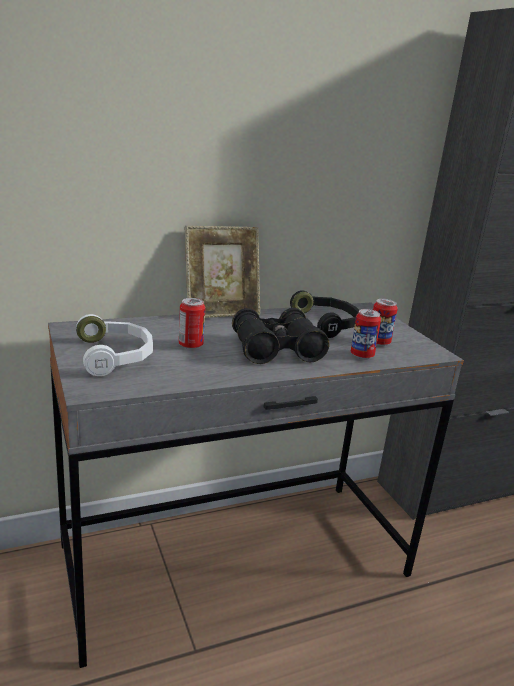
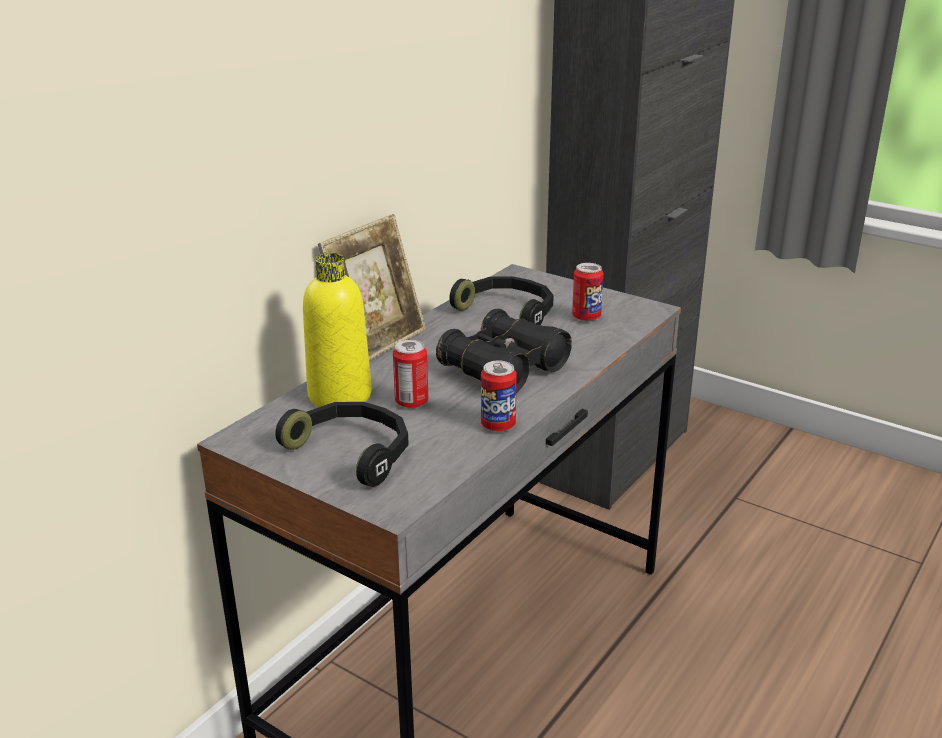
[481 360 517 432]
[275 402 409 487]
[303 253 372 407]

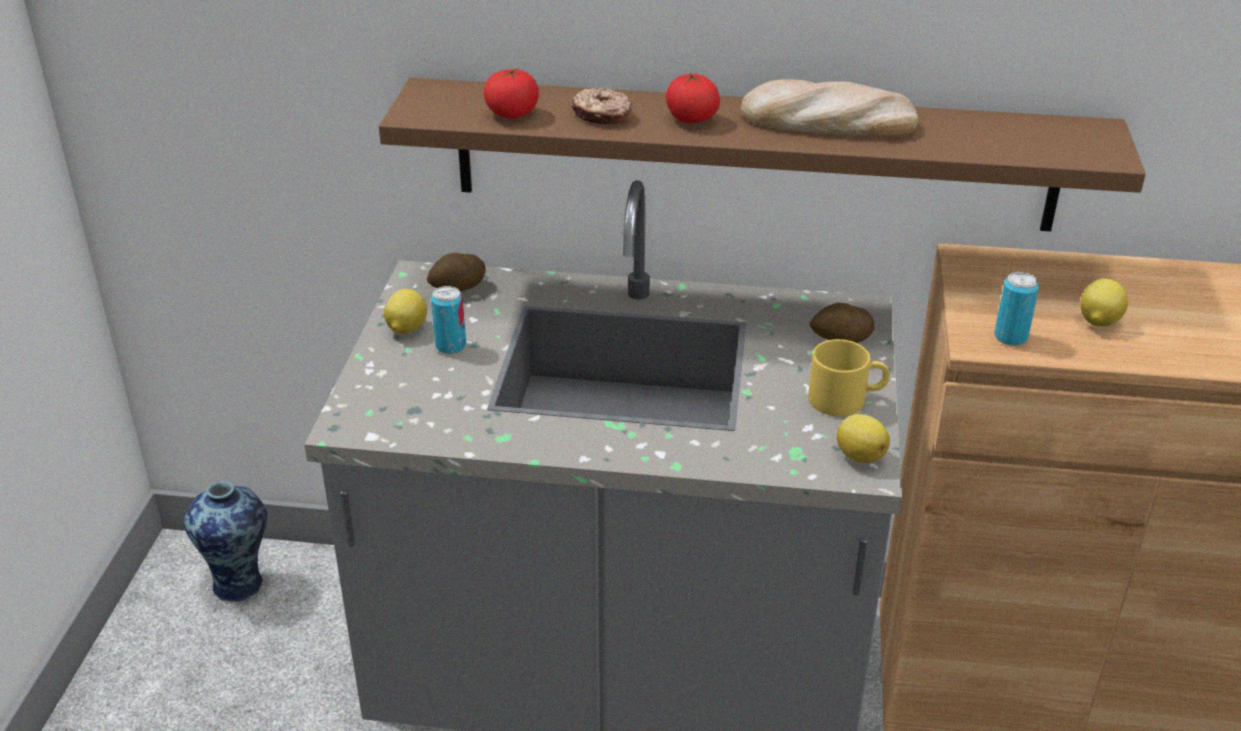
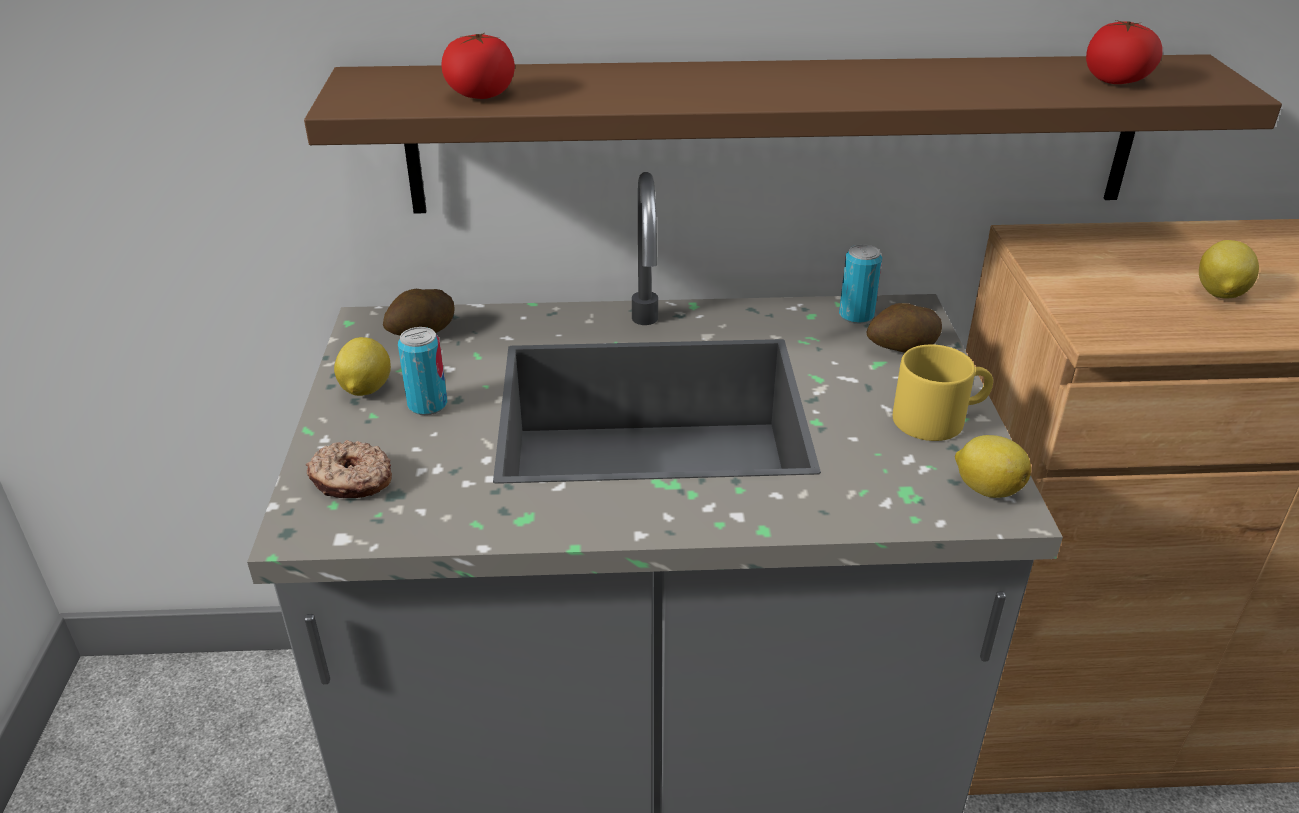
[1086 20 1163 84]
[740 79 918 138] (first image)
[306 440 392 498]
[839 244 882 324]
[184 481 267 604] (first image)

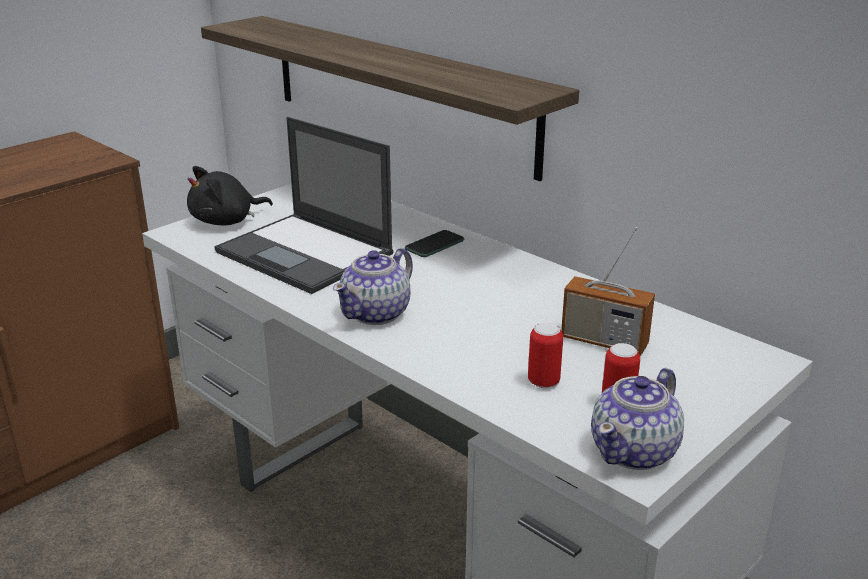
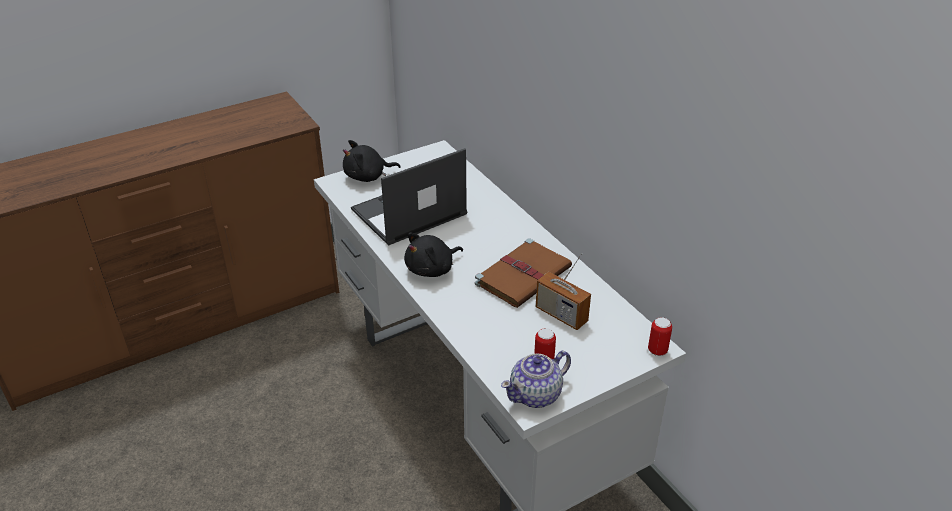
[201 16 579 181] (first image)
[351 148 467 246]
[405 230 464 257] (first image)
[404 233 463 277]
[648 317 672 356]
[475 238 572 308]

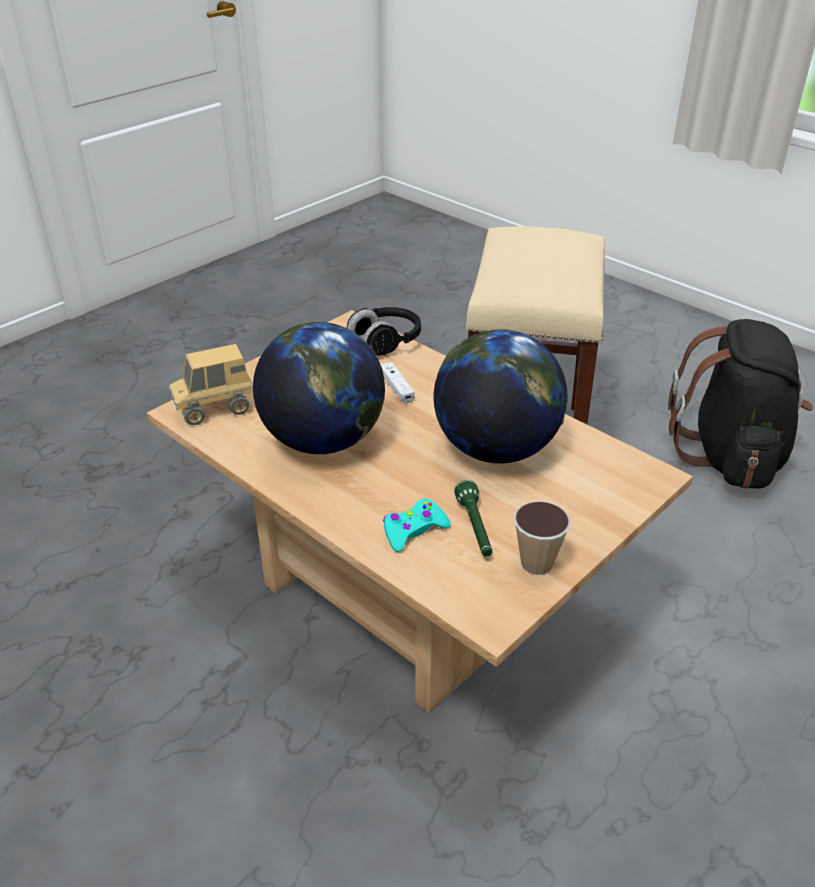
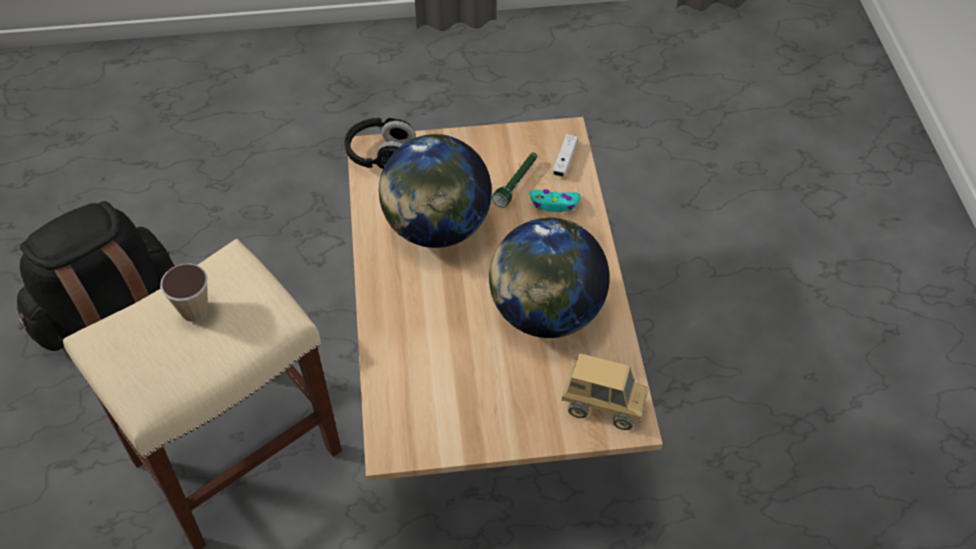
[345 118 416 169]
[552 134 578 177]
[160 263 208 322]

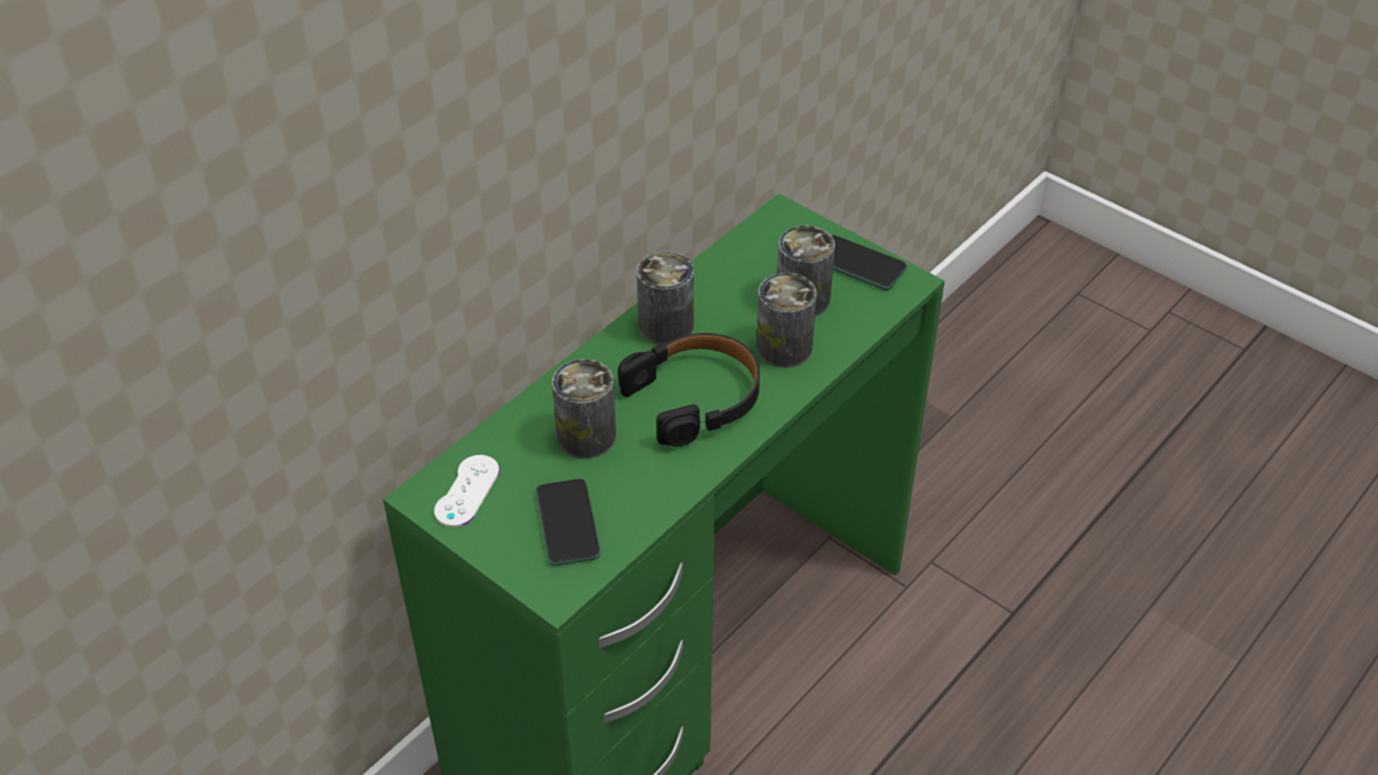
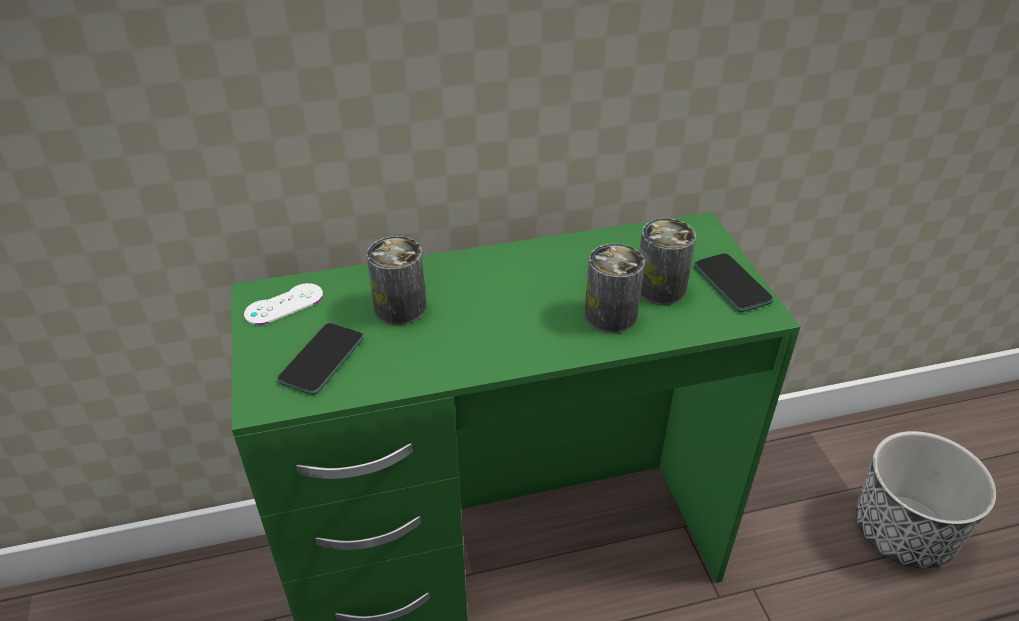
[637 251 694 344] (first image)
[618 333 760 447] (first image)
[856 431 996 568]

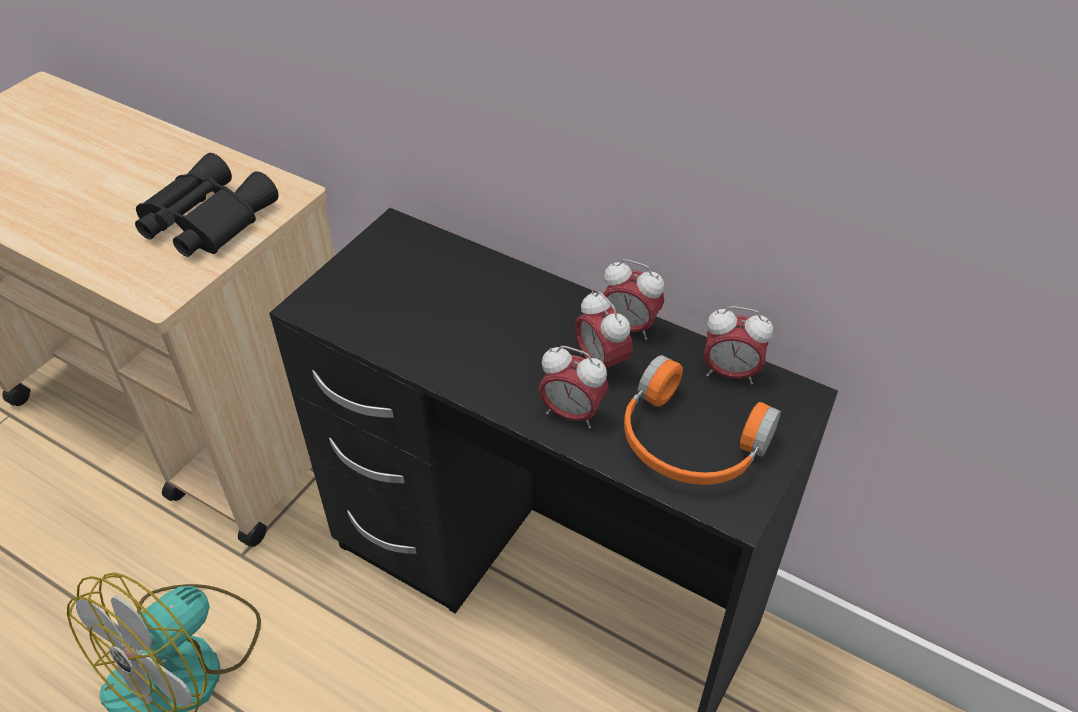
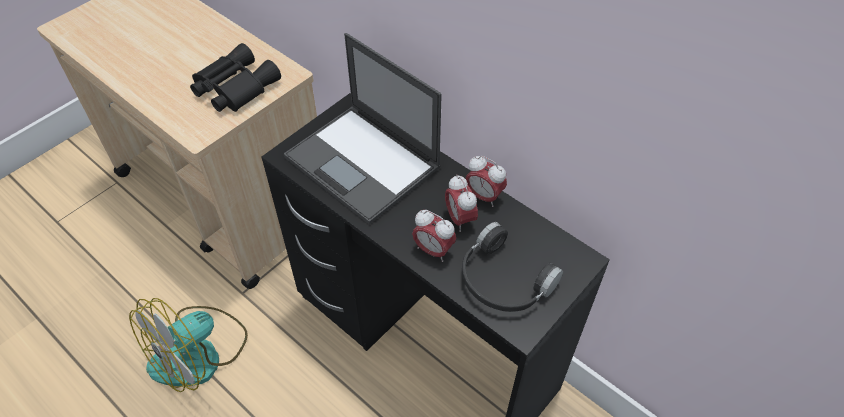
[704 306 773 385] (first image)
[462 222 563 312]
[284 33 442 224]

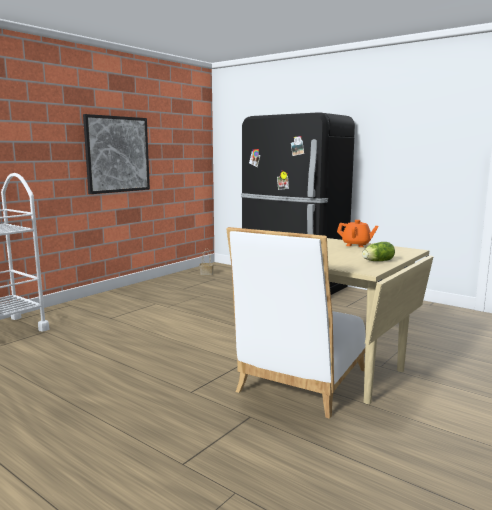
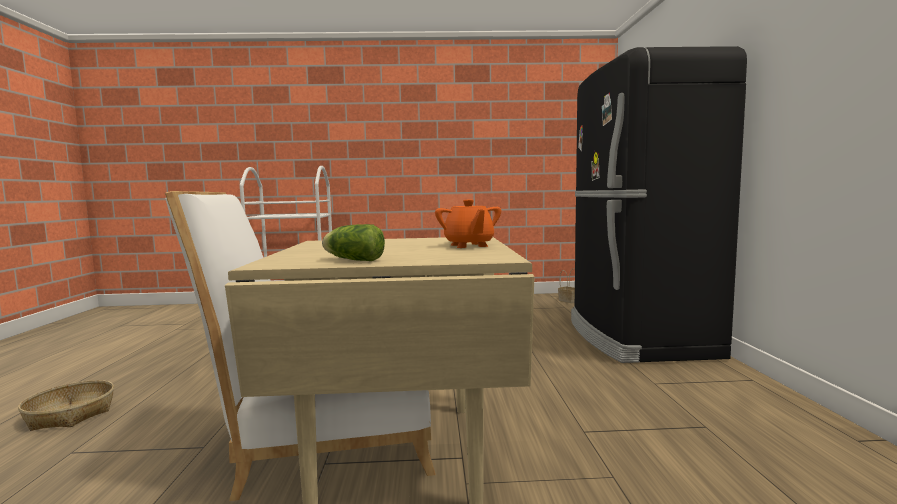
[83 114 150 194] (first image)
[18 380 114 431]

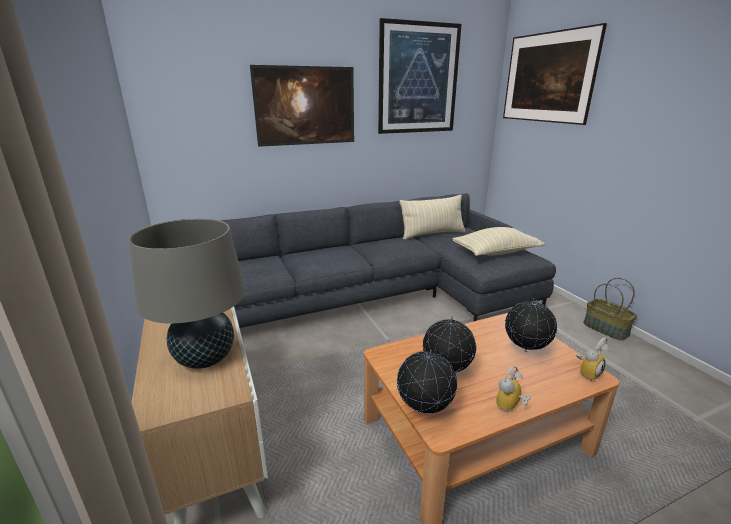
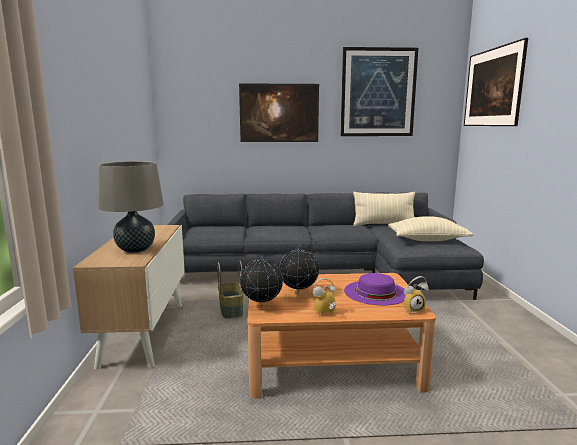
[217 260 244 318]
[344 273 406 305]

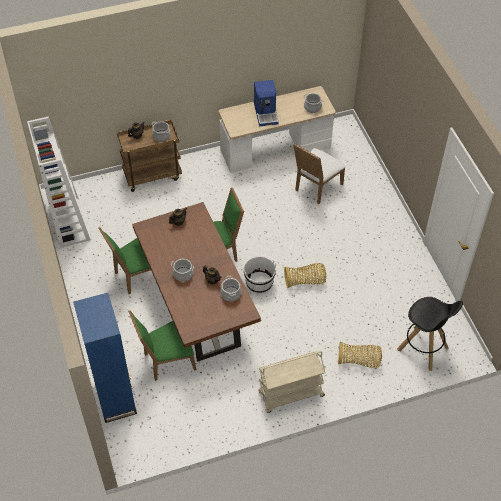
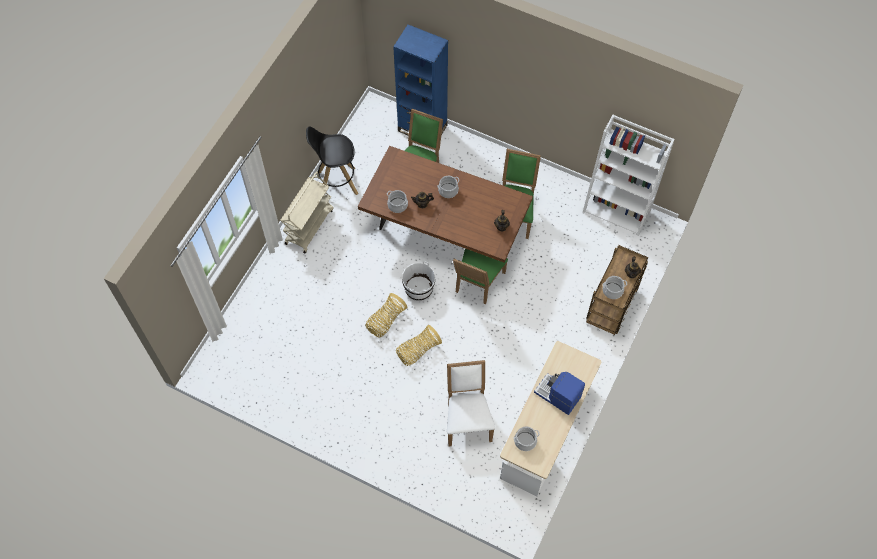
[306 126 358 195]
[396 325 442 366]

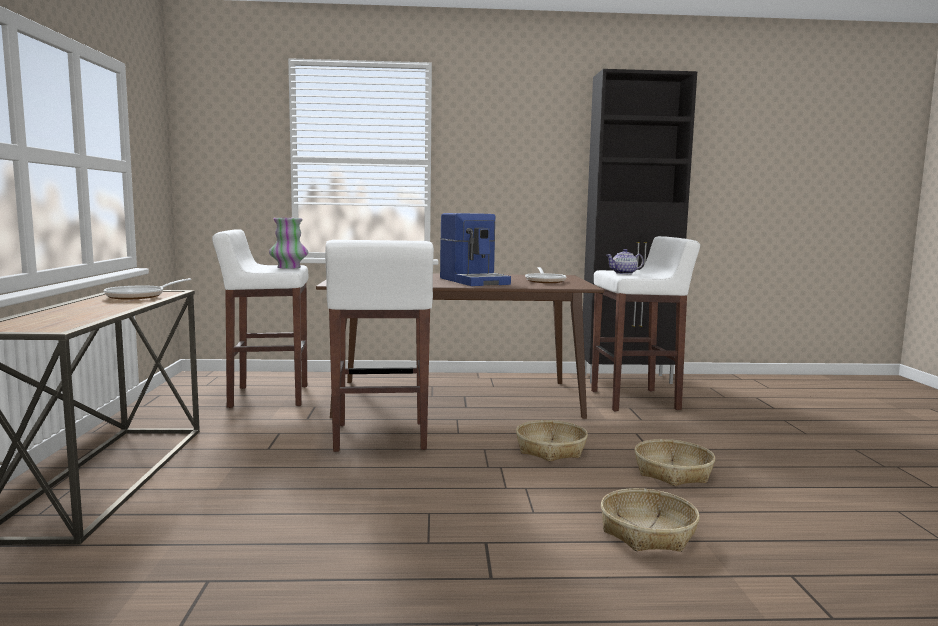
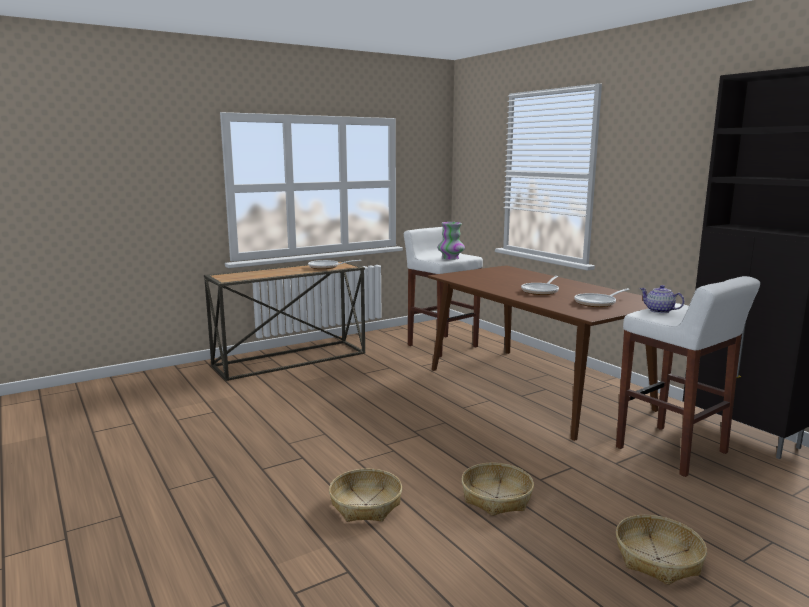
[521 276 559 295]
[325 240 434 452] (first image)
[616 515 707 585]

